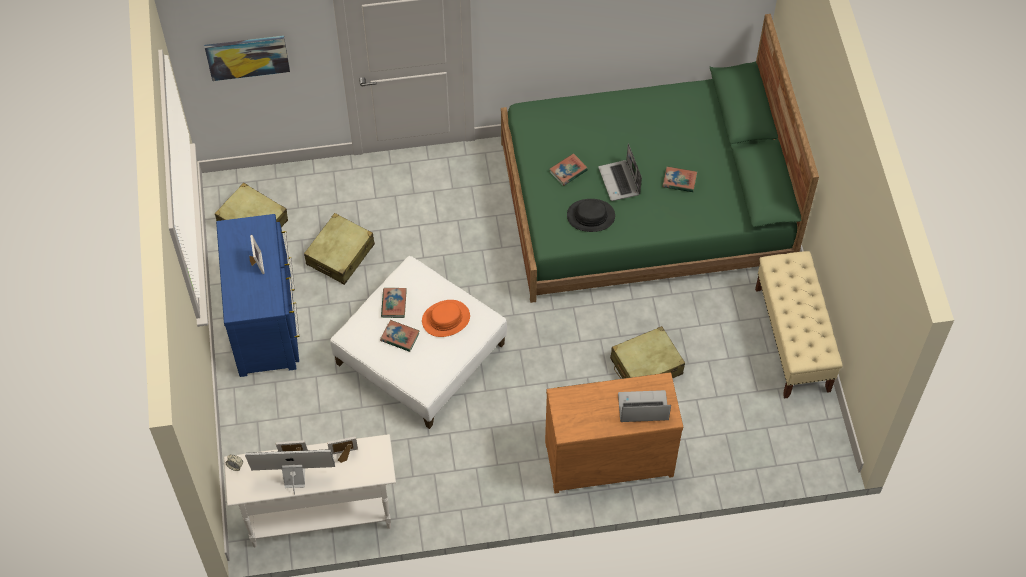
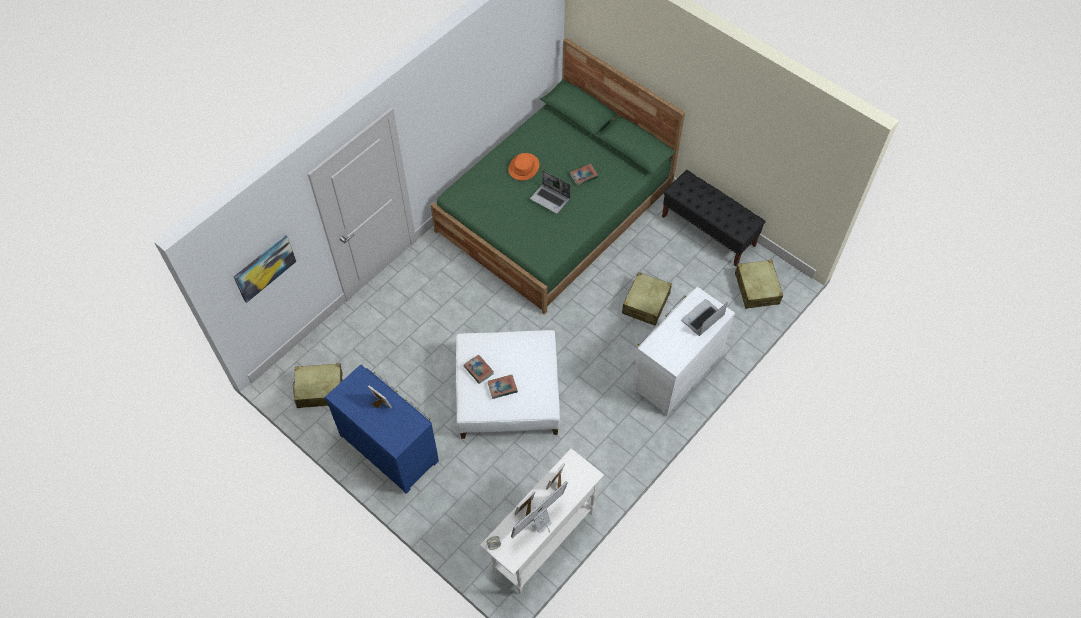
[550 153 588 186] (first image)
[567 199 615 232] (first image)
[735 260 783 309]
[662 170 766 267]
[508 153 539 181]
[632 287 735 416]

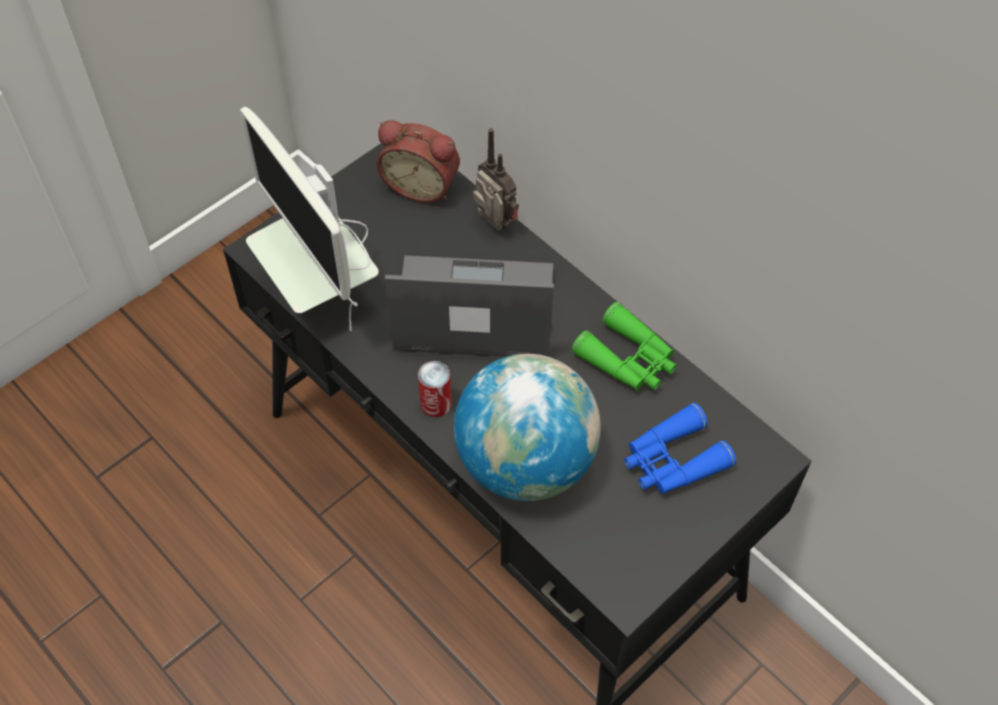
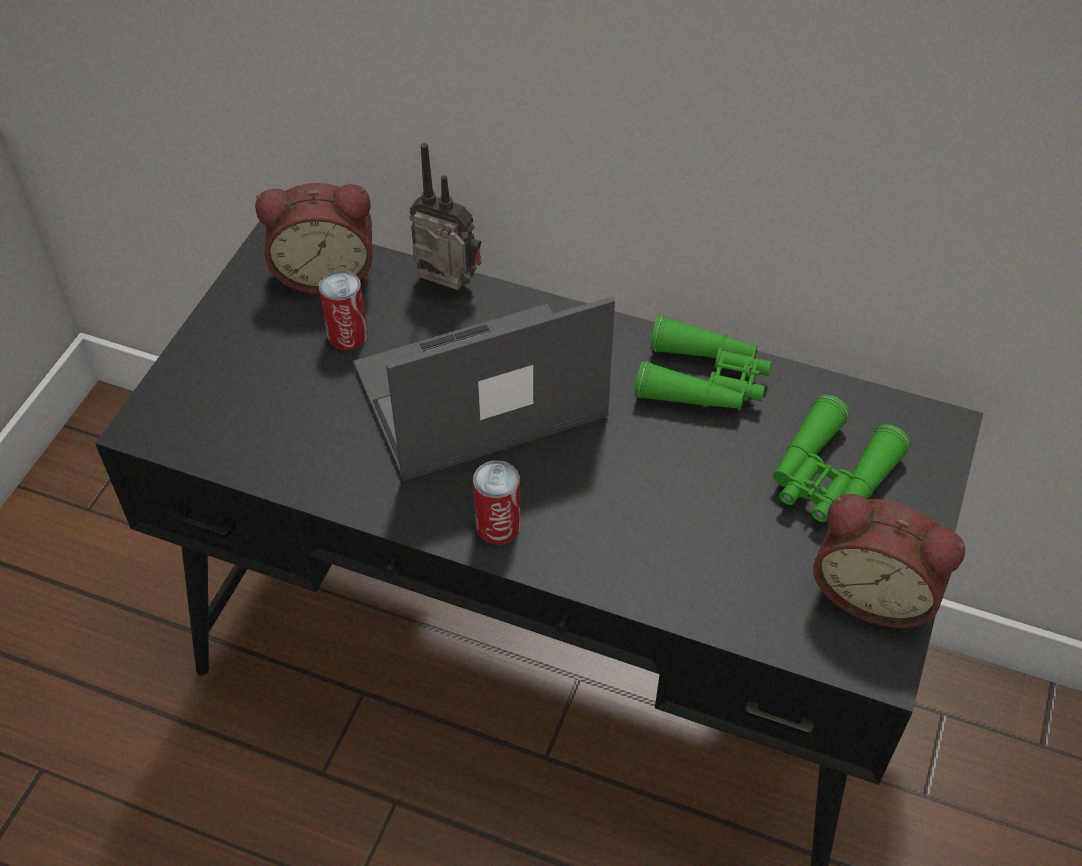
[240 107 379 331] (first image)
[454 354 601 501] (first image)
[773 394 911 522]
[319 270 368 350]
[813 494 965 628]

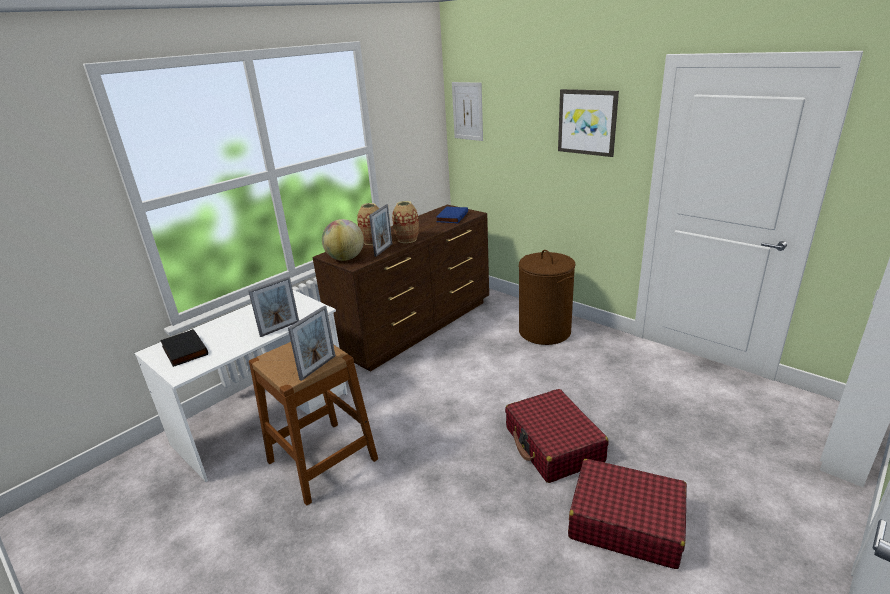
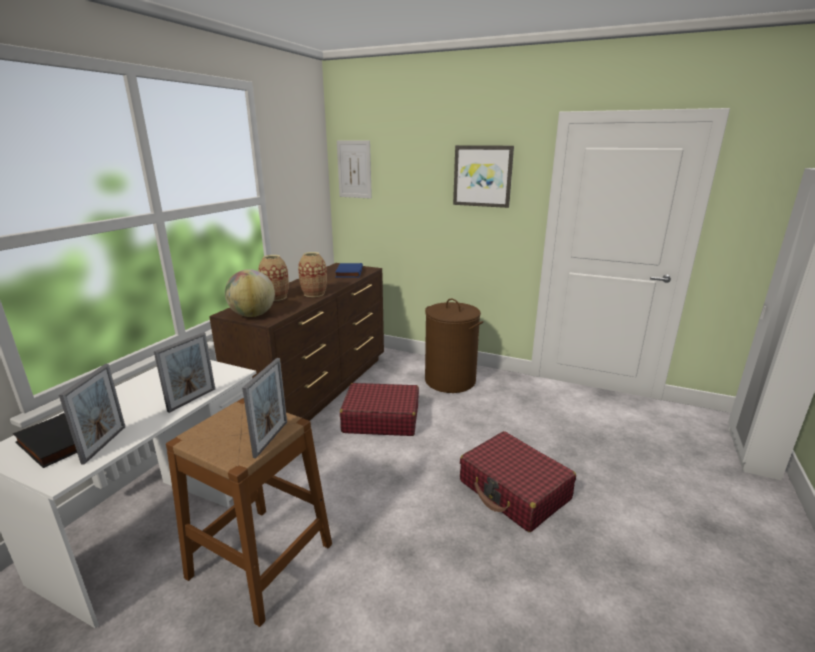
[59 364 125 465]
[340 383 419 436]

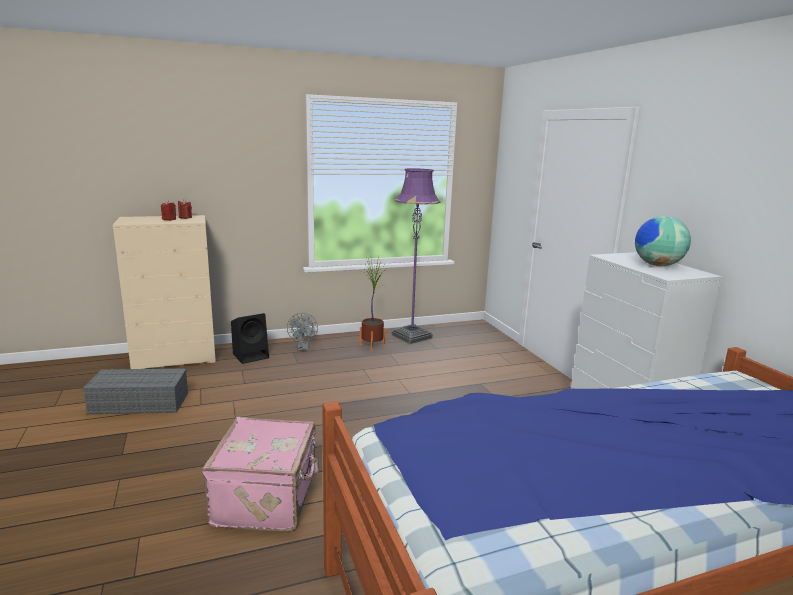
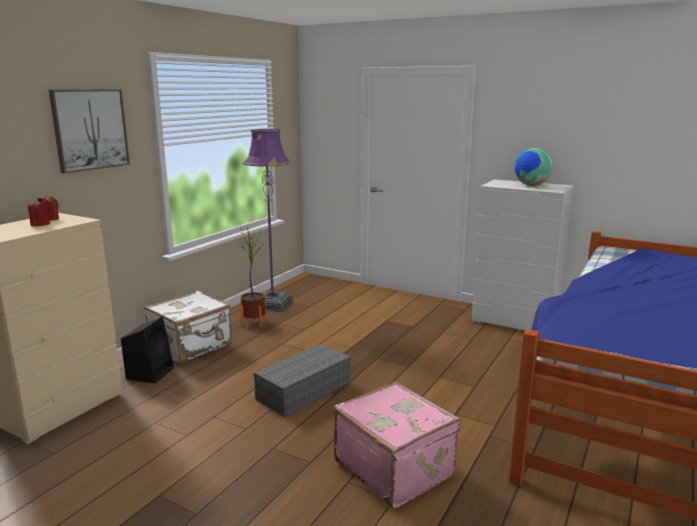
[144 291 232 364]
[253 344 351 417]
[49 89 130 173]

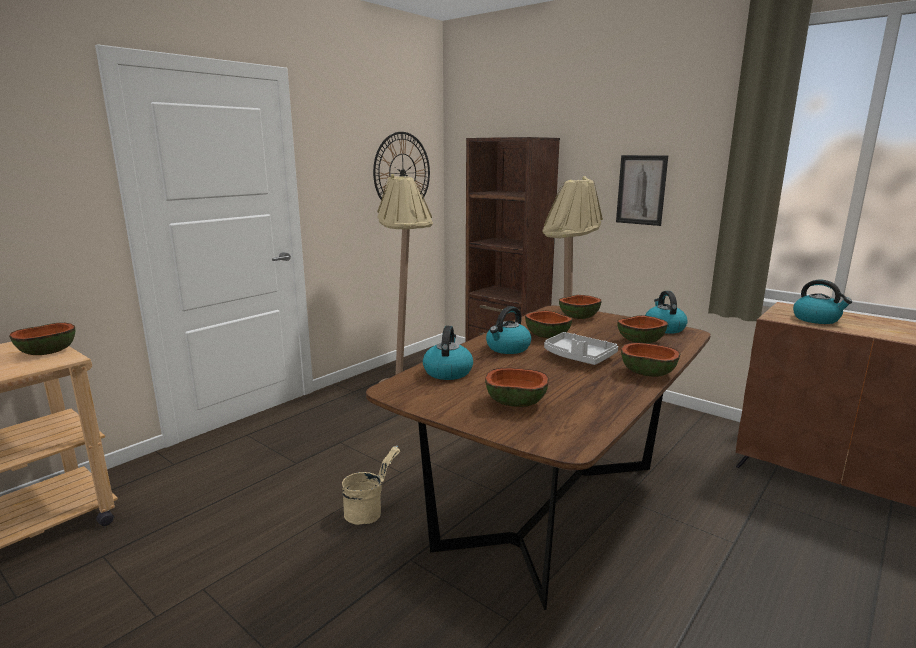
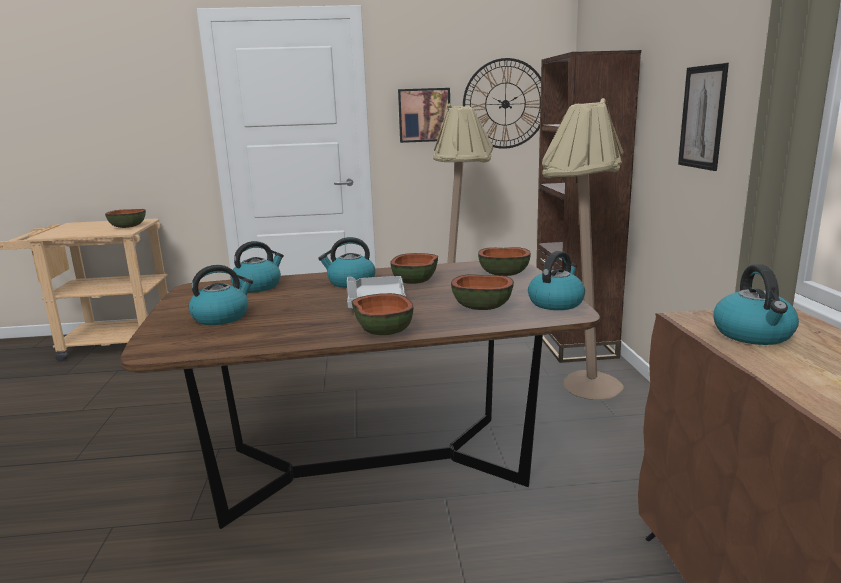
[189 265 253 325]
[342 446 400 525] (first image)
[398 88 450 143]

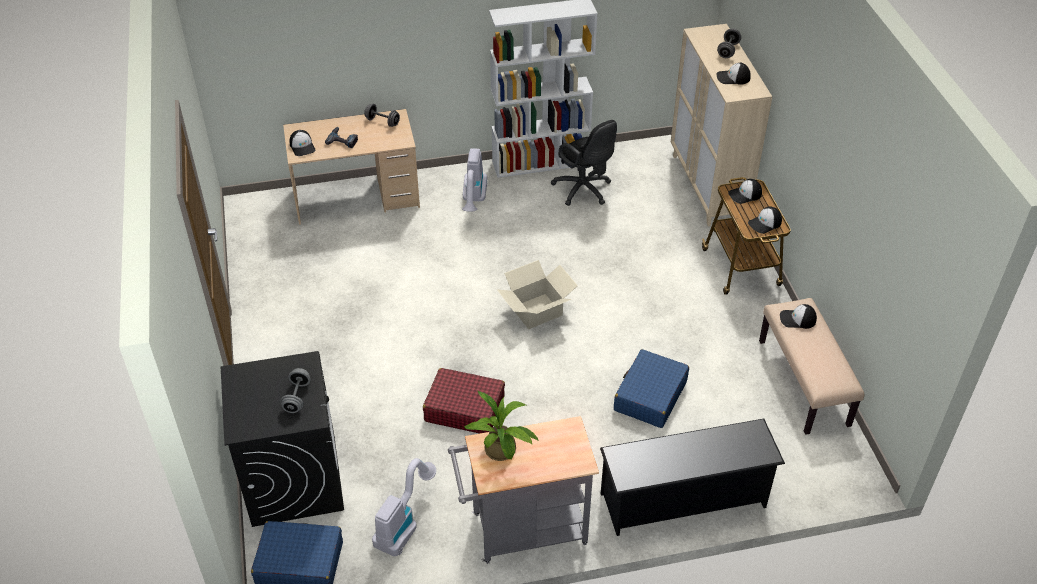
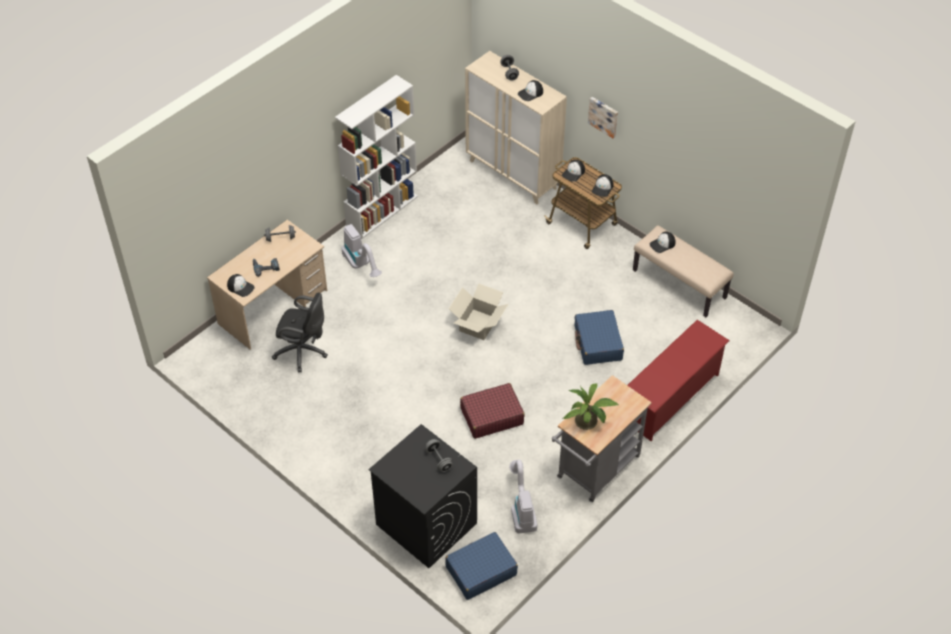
[272 293 328 372]
[627 320 730 441]
[588 97 618 138]

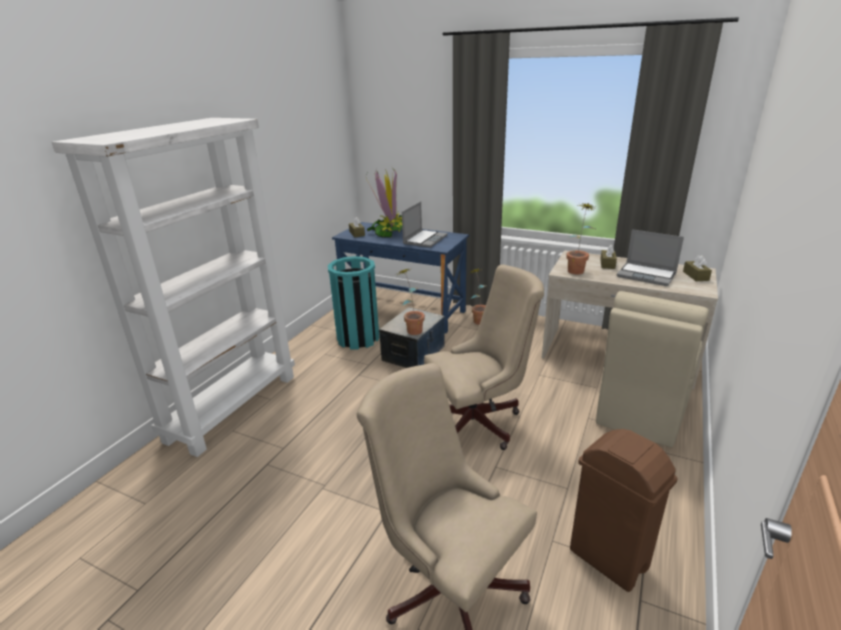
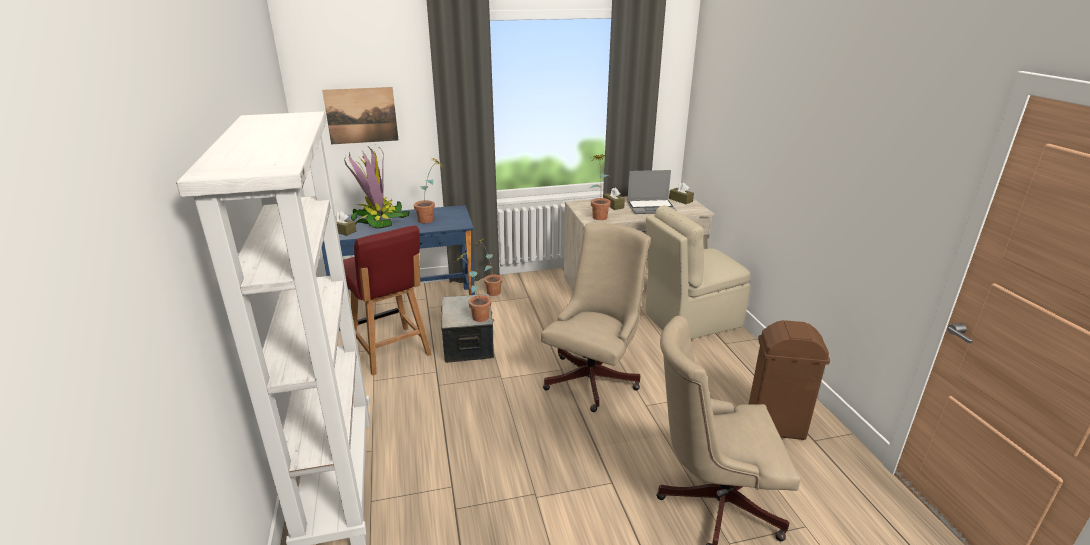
[414 157 443 223]
[343 225 432 376]
[645 205 750 339]
[322 87 399 144]

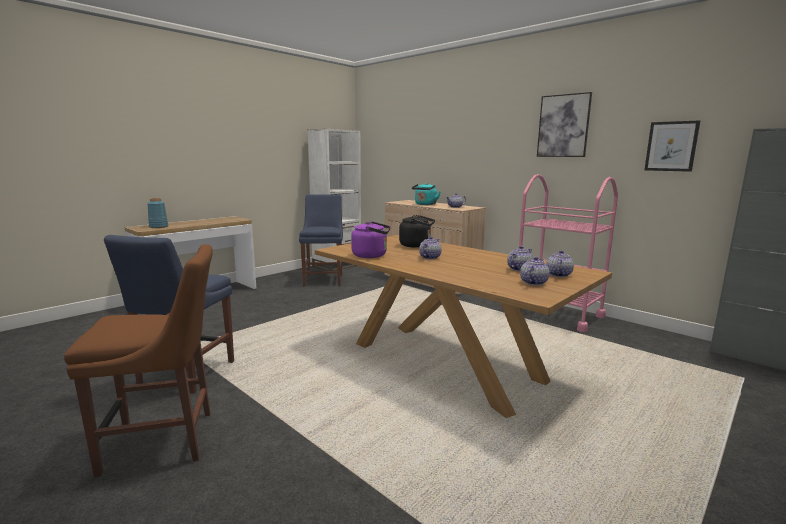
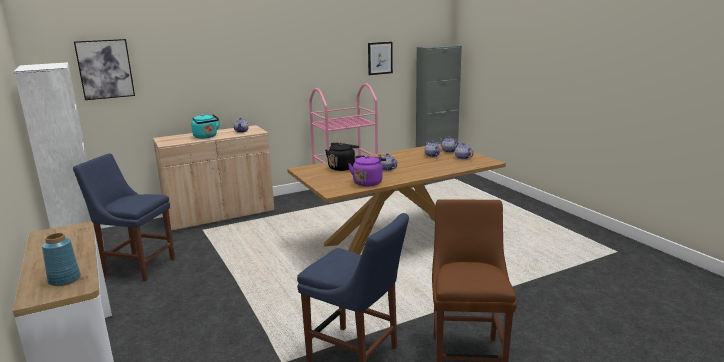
[74 39 135 100]

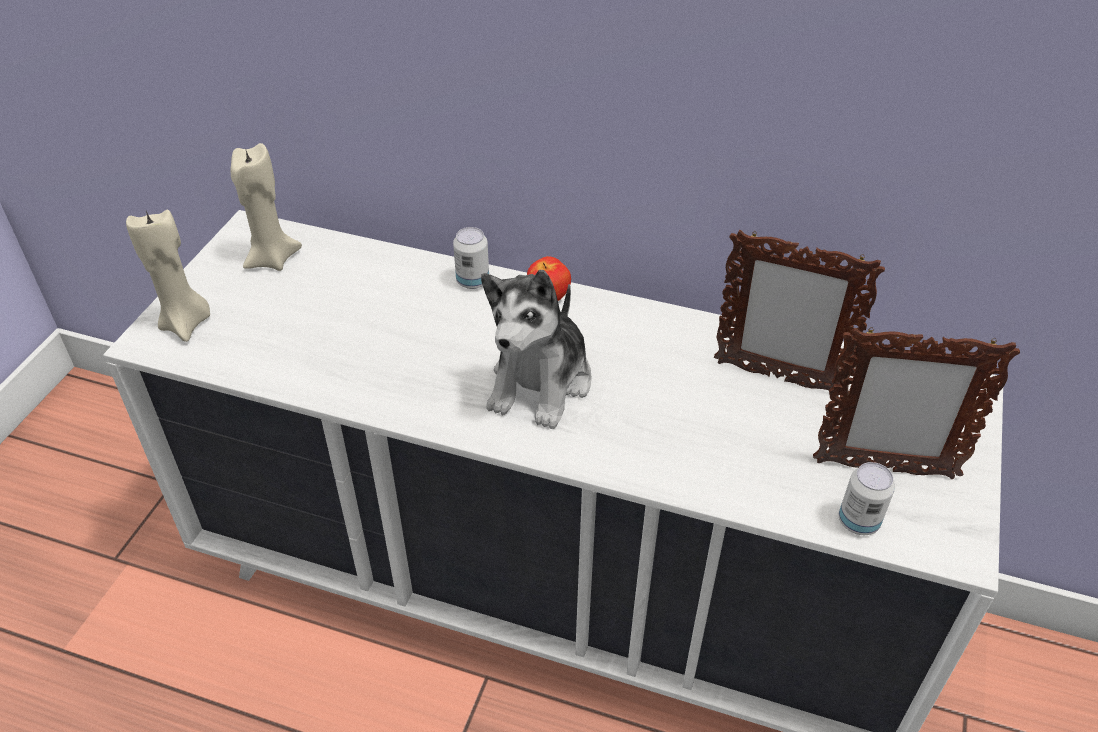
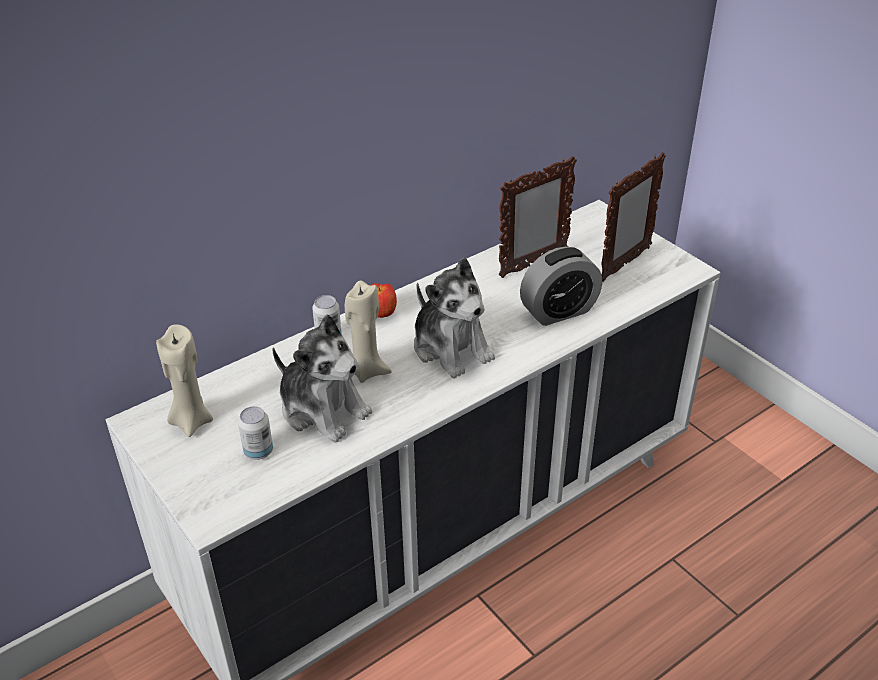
[345 281 392 383]
[238 406 273 460]
[520 246 602 326]
[272 315 372 442]

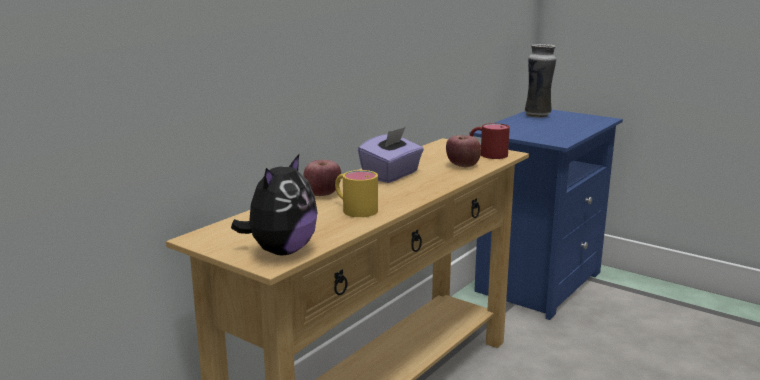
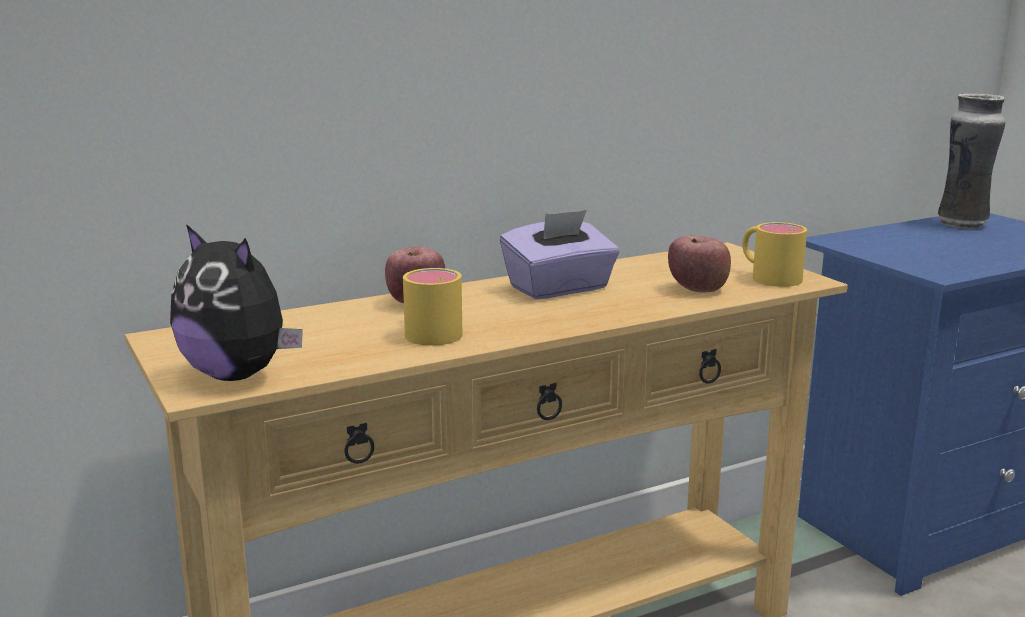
[742 222 807 287]
[170 224 303 381]

